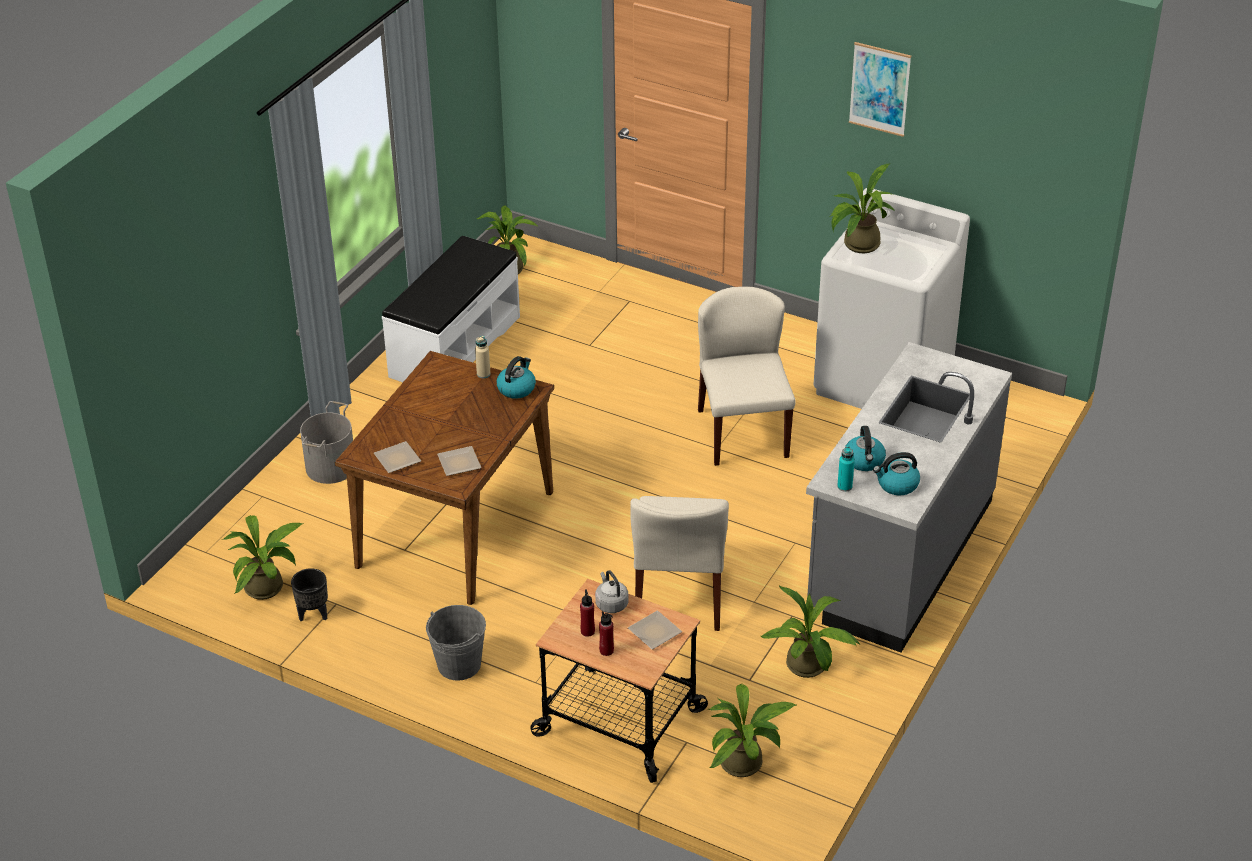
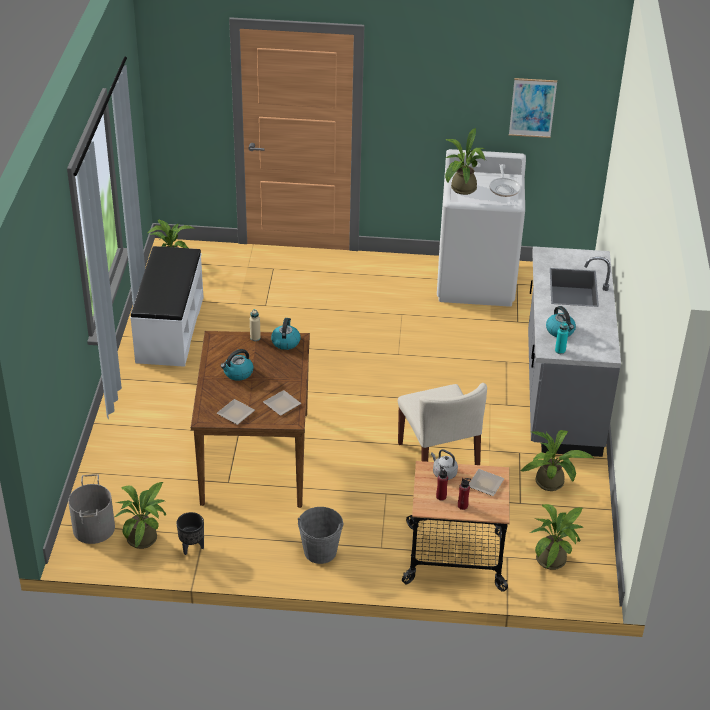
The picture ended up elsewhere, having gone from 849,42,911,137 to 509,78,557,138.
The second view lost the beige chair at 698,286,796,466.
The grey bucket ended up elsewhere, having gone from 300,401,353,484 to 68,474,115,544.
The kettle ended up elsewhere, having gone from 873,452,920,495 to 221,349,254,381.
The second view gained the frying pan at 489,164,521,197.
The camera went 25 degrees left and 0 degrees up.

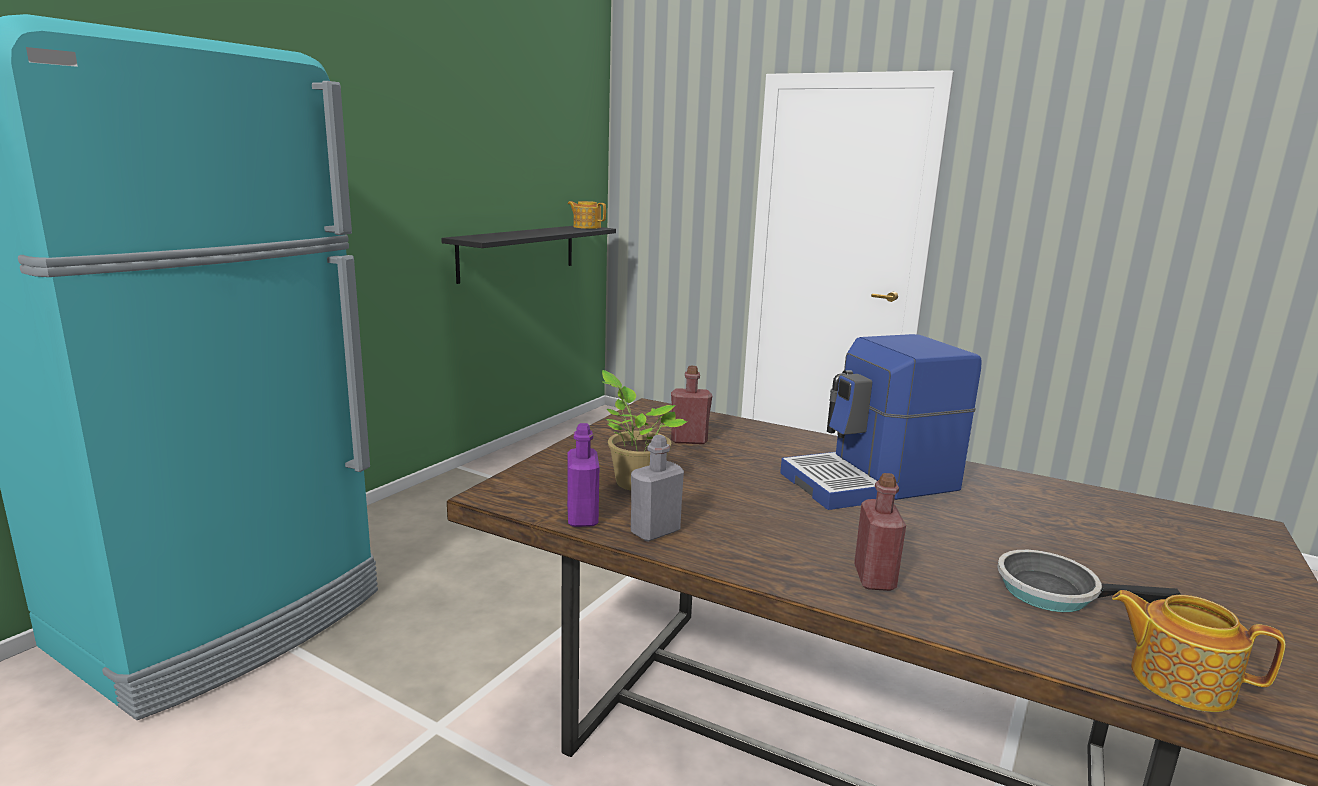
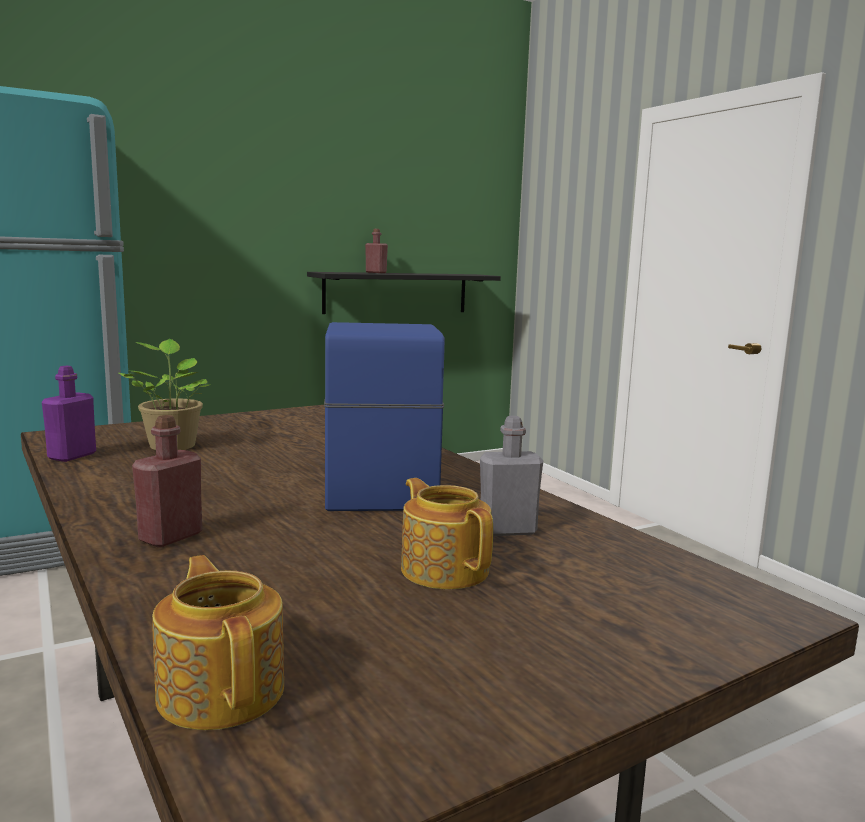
The teapot ended up elsewhere, having gone from 568,201,606,229 to 401,478,493,589.
The coffee machine at 780,334,982,510 ended up facing another way, 75 degrees clockwise from before.
The red bottle ended up elsewhere, having gone from 671,366,712,444 to 365,229,388,273.
The grey bottle ended up elsewhere, having gone from 631,435,684,542 to 480,416,543,536.
The second view lost the frying pan at 997,550,1181,612.
The camera went 30 degrees right and 5 degrees down.

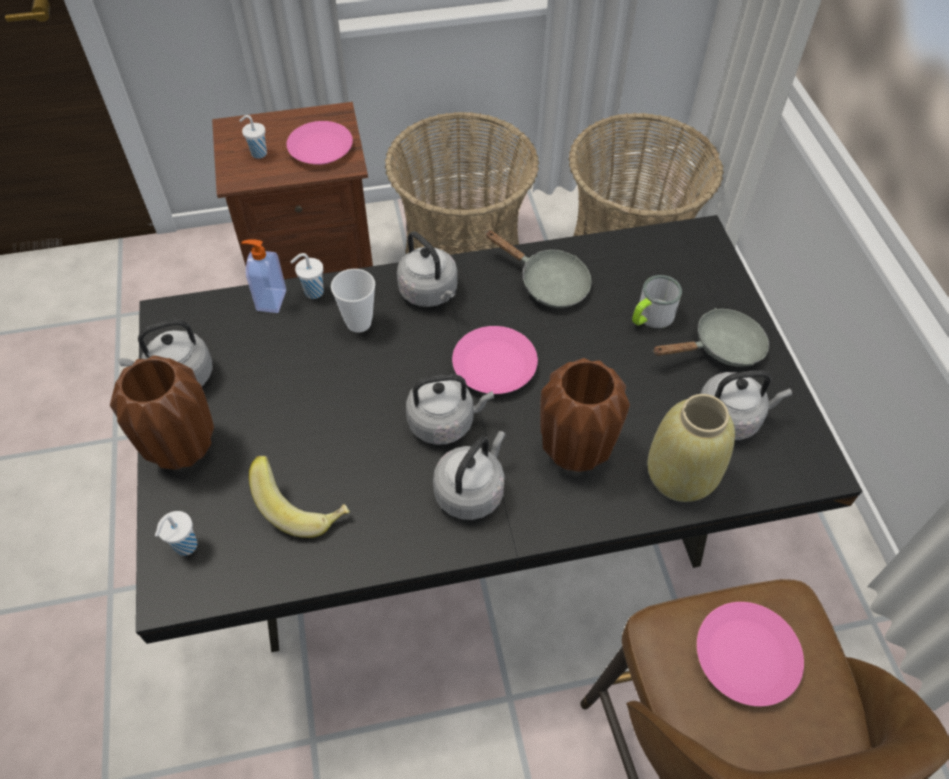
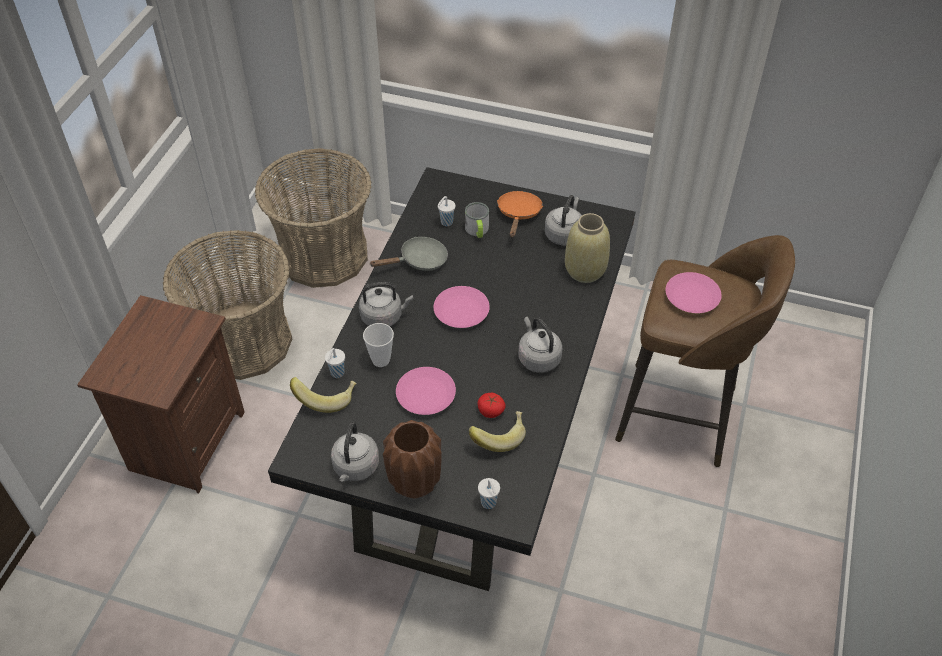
The white cup ended up elsewhere, having gone from 239,115,267,159 to 438,196,455,226.
The pink plate ended up elsewhere, having gone from 287,121,353,165 to 396,367,456,415.
Where the soap dispenser stood at 241,240,286,313, the banana came to stand at 290,377,357,413.
What was the grey frying pan at 653,308,769,367 turned into the orange frying pan at 497,191,543,238.
The second view lost the brown vase at 540,358,630,472.
The second view lost the grey kettle at 406,374,494,445.
The second view gained the tomato at 478,393,506,418.
The camera went 60 degrees left and 5 degrees down.

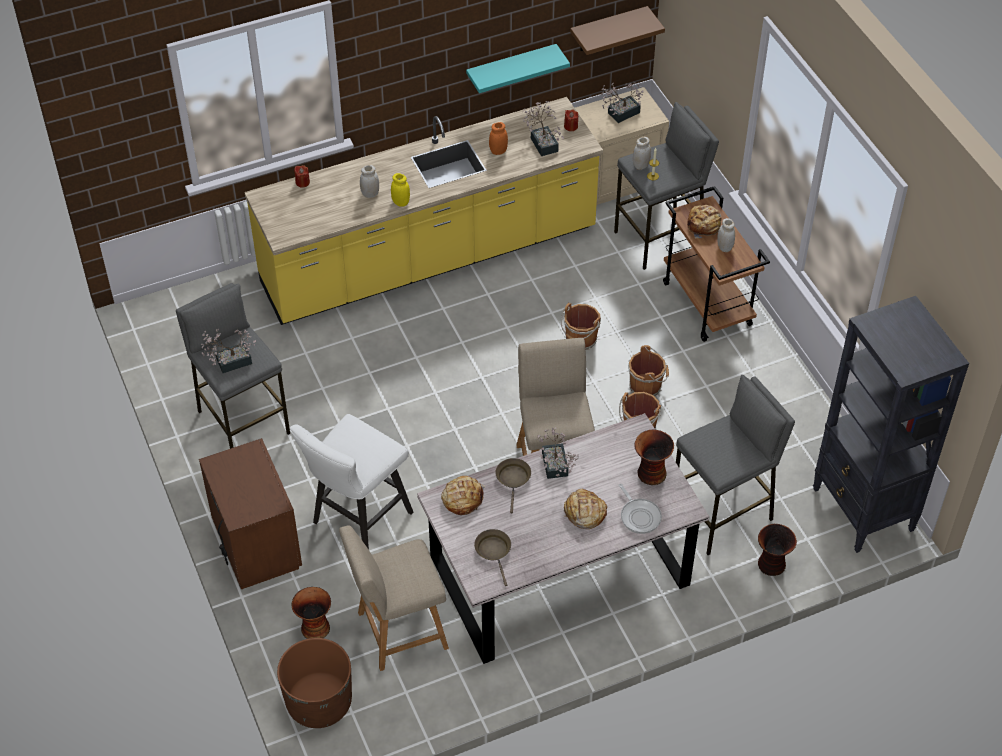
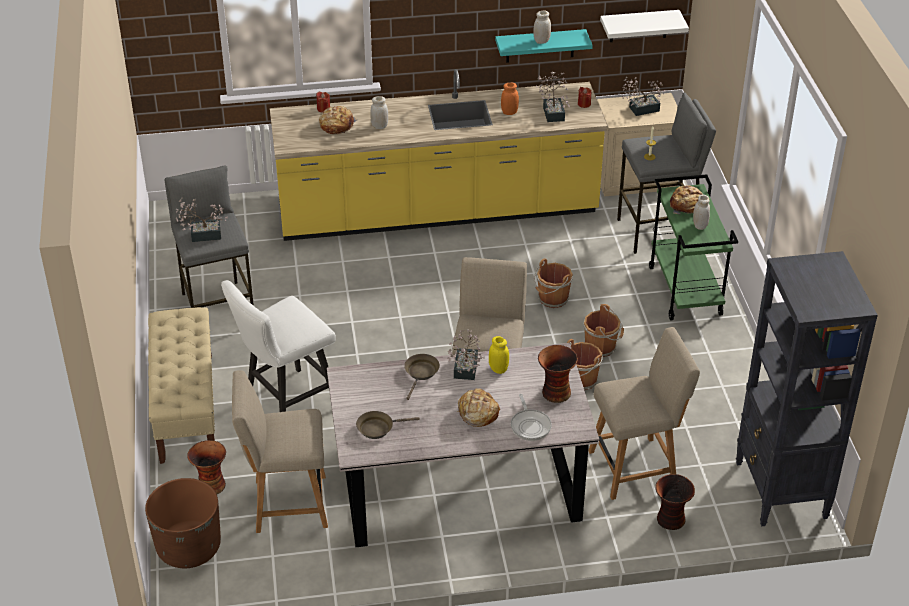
What was the brown shelf at 570,6,665,55 turned into the white shelf at 600,10,689,42.
The white jar ended up elsewhere, having gone from 633,137,651,170 to 533,11,551,44.
The yellow jar ended up elsewhere, having gone from 391,173,410,207 to 489,336,509,374.
What was the brown cart at 663,186,770,342 turned into the green cart at 649,174,738,320.
Where the grey stool stood at 676,375,795,555, the beige chair came to stand at 588,327,700,500.
Where the brown nightstand stood at 199,438,302,589, the beige bench came to stand at 148,307,215,464.
The bread ended up elsewhere, having gone from 441,476,485,515 to 319,106,358,134.
The brown frying pan at 474,529,511,586 ended up facing another way, 105 degrees counterclockwise from before.
The camera went 15 degrees right and 10 degrees down.

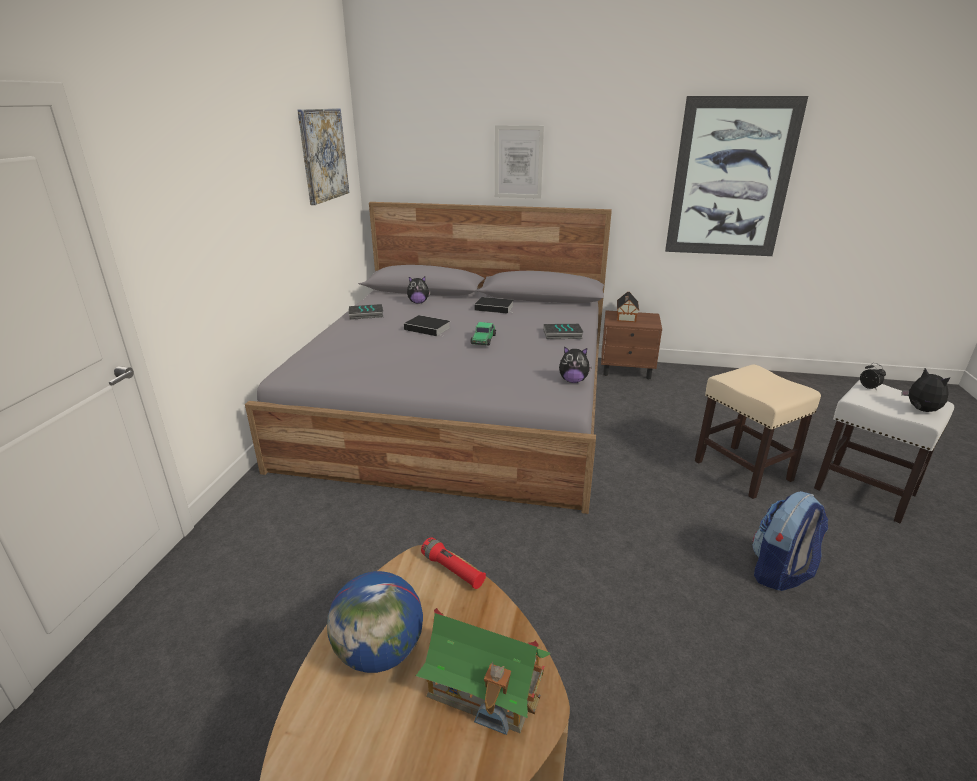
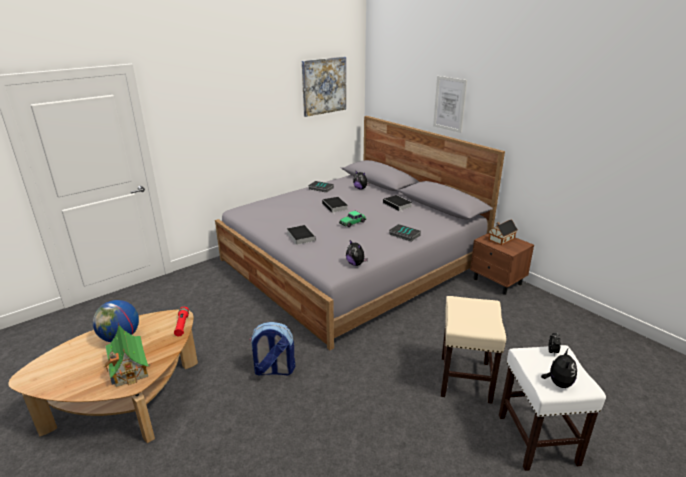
The second view lost the picture at 665,96,808,256.
The backpack ended up elsewhere, having gone from 752,491,828,591 to 249,322,295,375.
The second view gained the book at 287,225,315,245.
The camera went 40 degrees right and 0 degrees up.

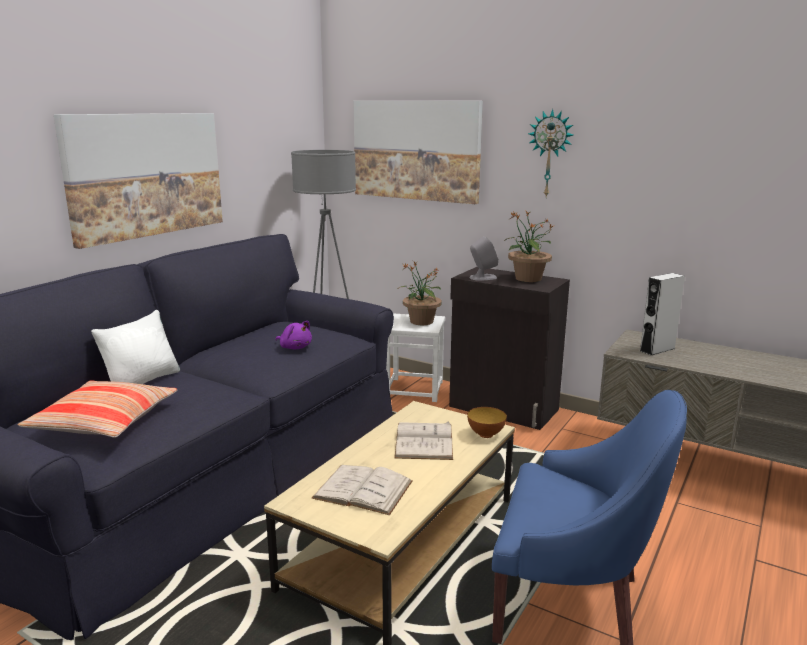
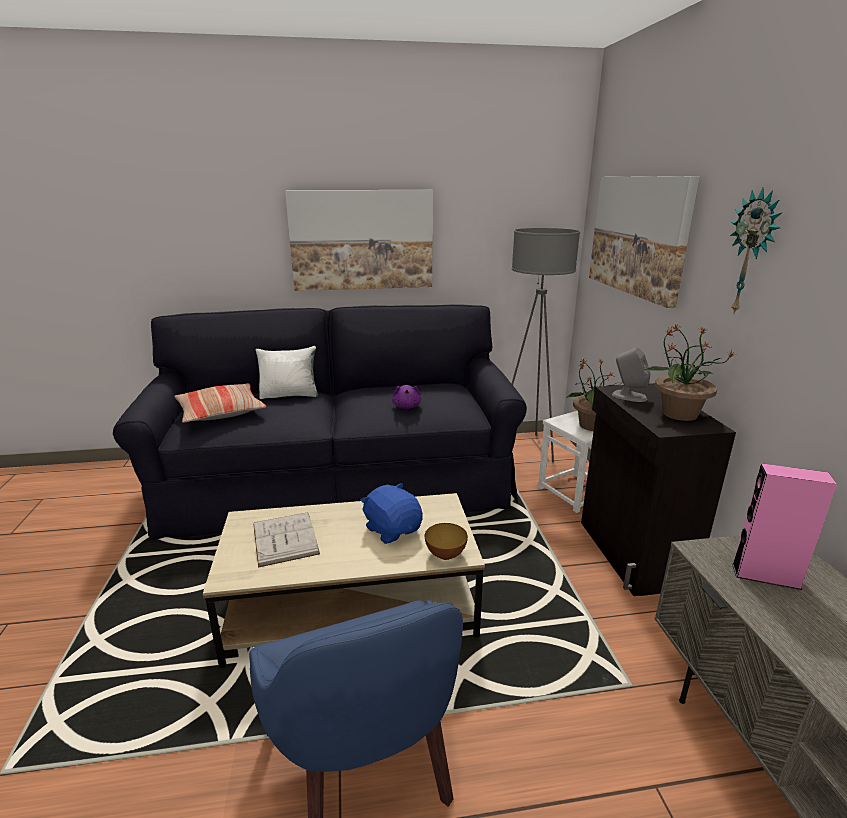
What was the grey speaker at 640,273,685,355 turned into the pink speaker at 732,463,837,590.
Where the white book stood at 394,421,453,460, the blue plush toy came to stand at 360,483,423,544.
The camera went 50 degrees right and 5 degrees up.

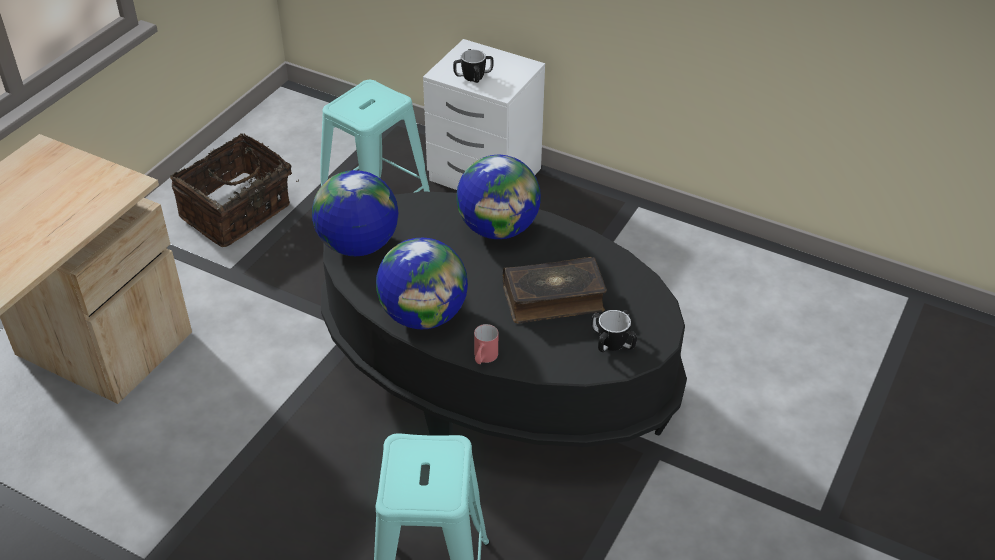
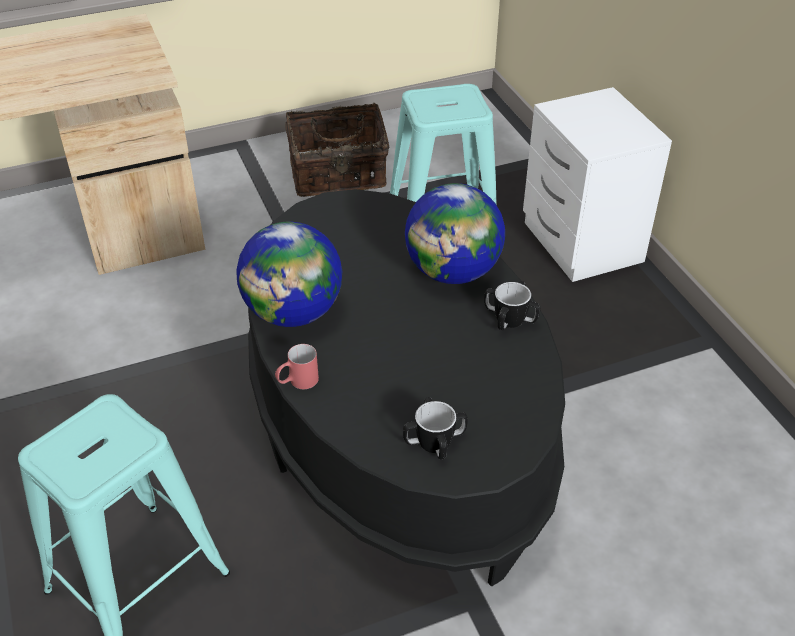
The mug ended up elsewhere, having gone from 453,49,493,83 to 484,281,540,330.
The second view lost the globe at 312,170,398,256.
The second view lost the book at 503,257,607,324.
The camera went 40 degrees right and 0 degrees up.

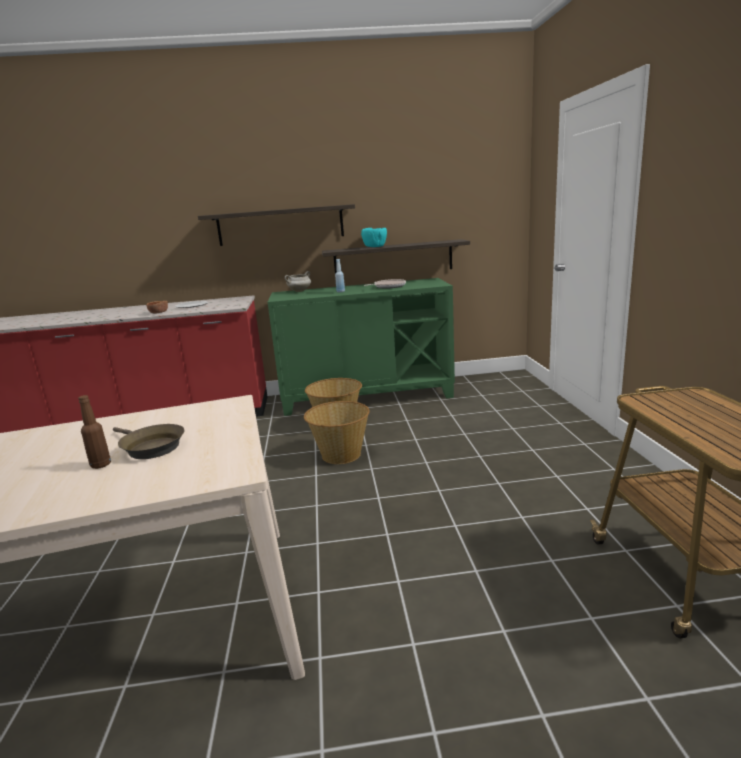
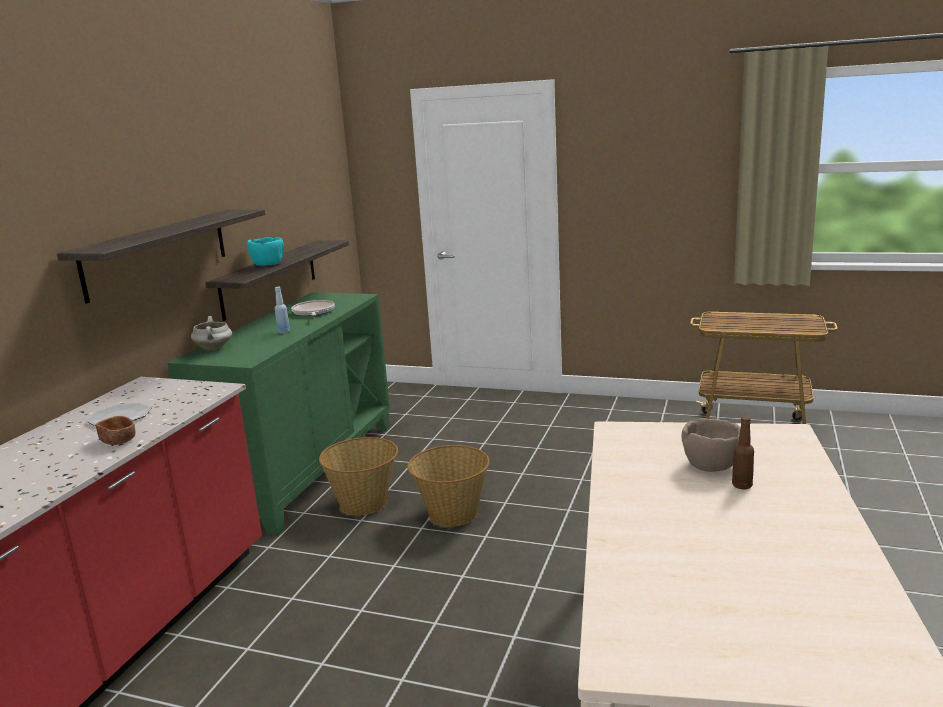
Where the brown frying pan stood at 113,424,185,459, the brown bowl came to stand at 682,418,740,472.
The camera went 65 degrees left and 0 degrees up.

